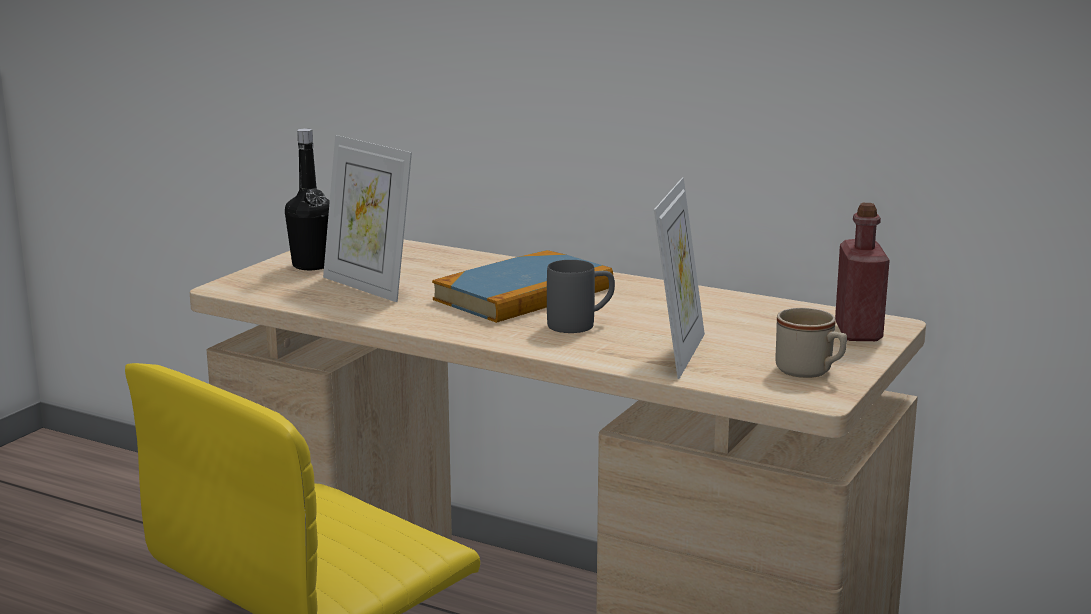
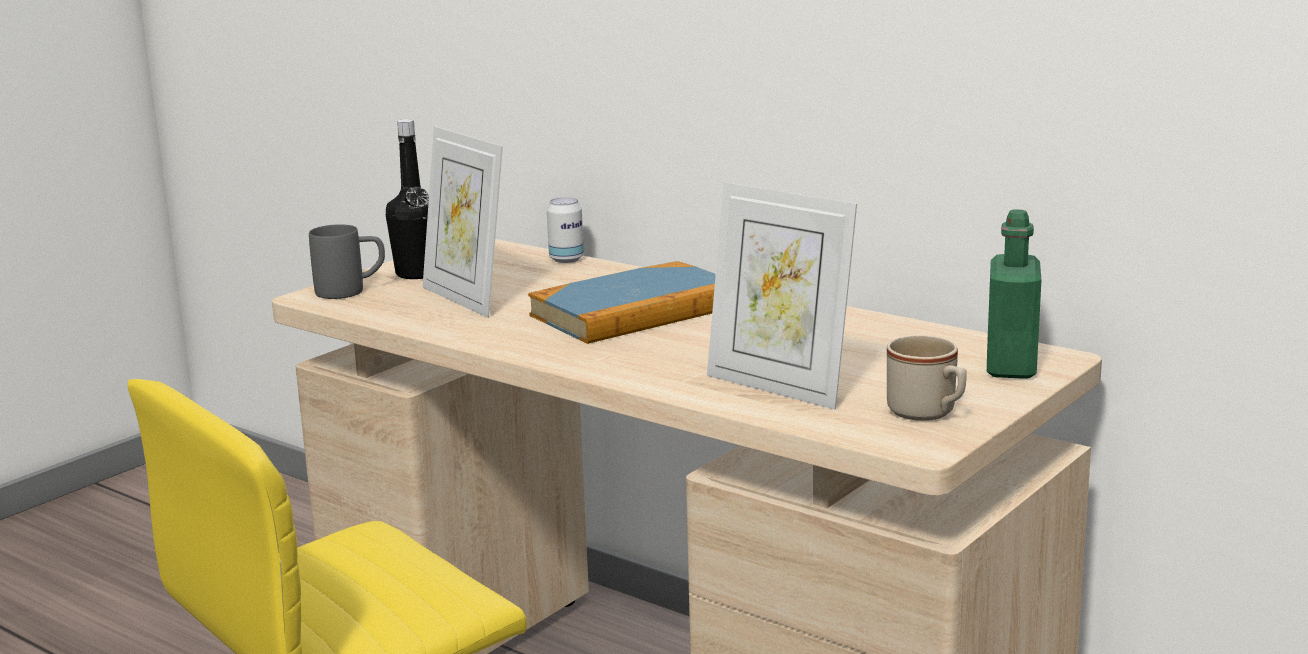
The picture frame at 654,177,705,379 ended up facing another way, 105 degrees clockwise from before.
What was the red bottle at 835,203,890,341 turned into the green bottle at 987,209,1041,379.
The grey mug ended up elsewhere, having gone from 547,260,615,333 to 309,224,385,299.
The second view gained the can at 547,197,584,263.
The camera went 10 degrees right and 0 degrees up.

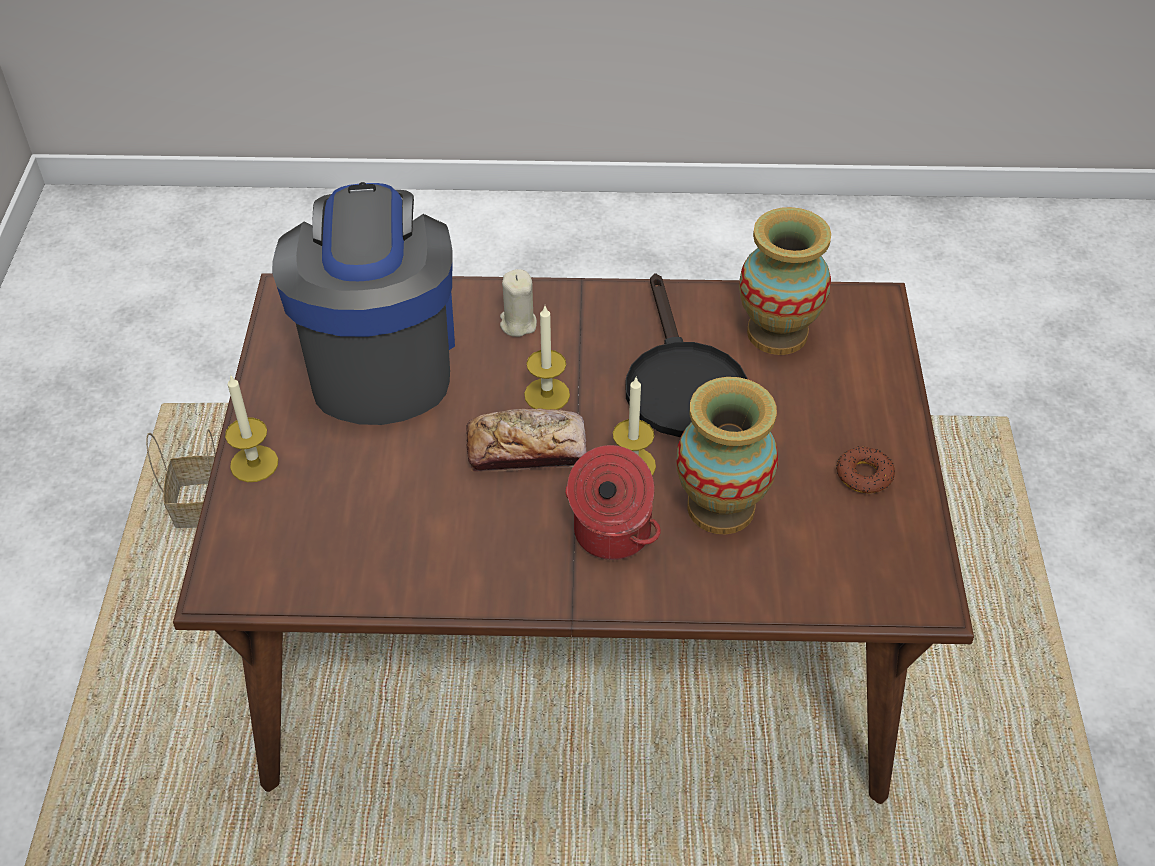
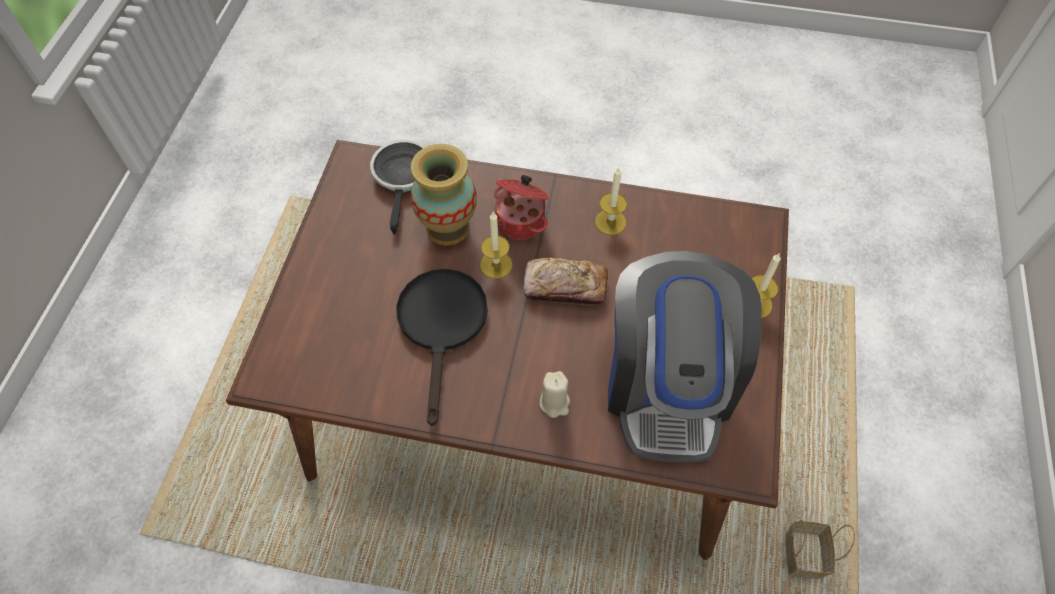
The second view lost the vase at 739,207,831,355.
The candle ended up elsewhere, having gone from 524,306,570,410 to 595,167,627,235.
The second view lost the donut at 836,446,895,493.
The second view gained the frying pan at 370,140,425,235.
The camera went 170 degrees left and 10 degrees up.

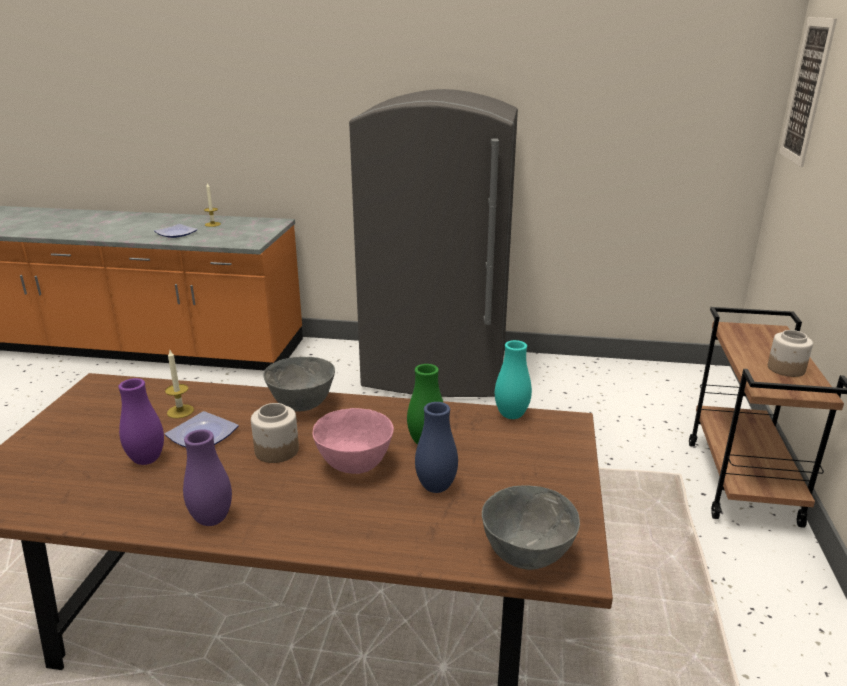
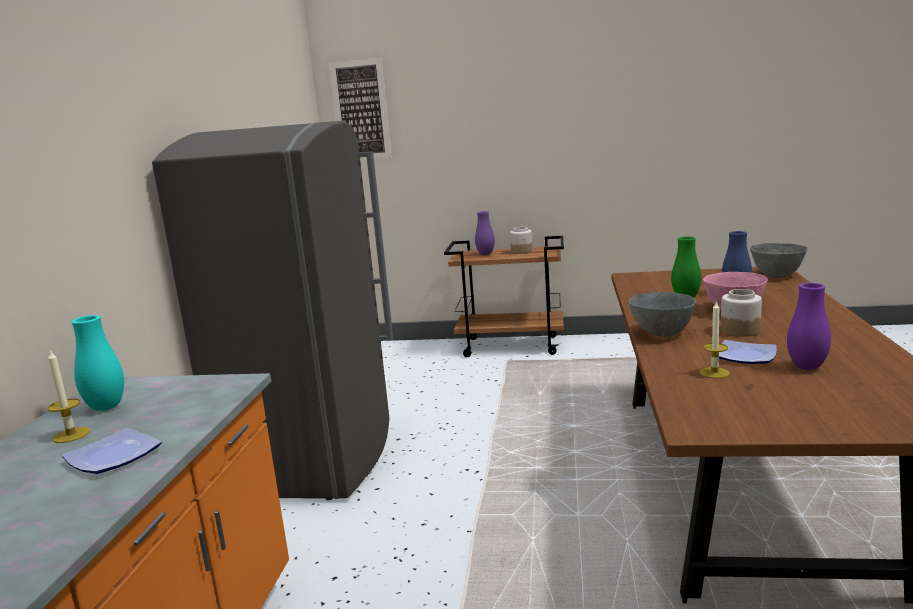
The turquoise vase ended up elsewhere, having gone from 495,340,532,419 to 72,315,124,411.
The purple vase ended up elsewhere, having gone from 183,429,232,526 to 475,211,495,255.
The camera went 90 degrees left and 10 degrees down.

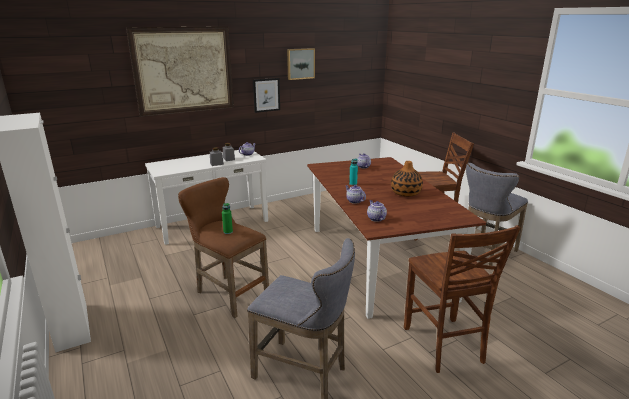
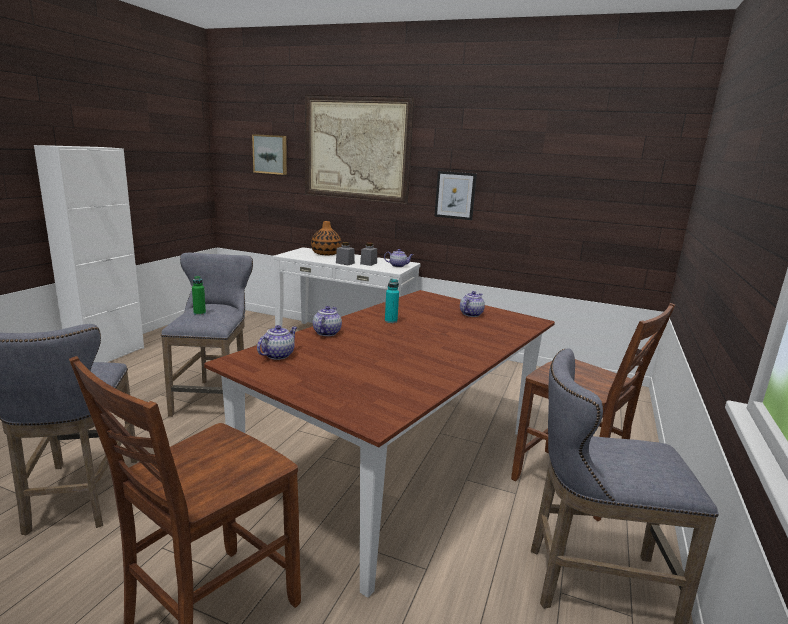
The picture ended up elsewhere, having gone from 287,48,315,80 to 252,134,287,175.
The vase ended up elsewhere, having gone from 391,161,423,197 to 311,221,342,255.
What was the brown stool at 178,177,269,318 turned into the grey stool at 161,253,253,417.
The camera went 50 degrees right and 5 degrees down.

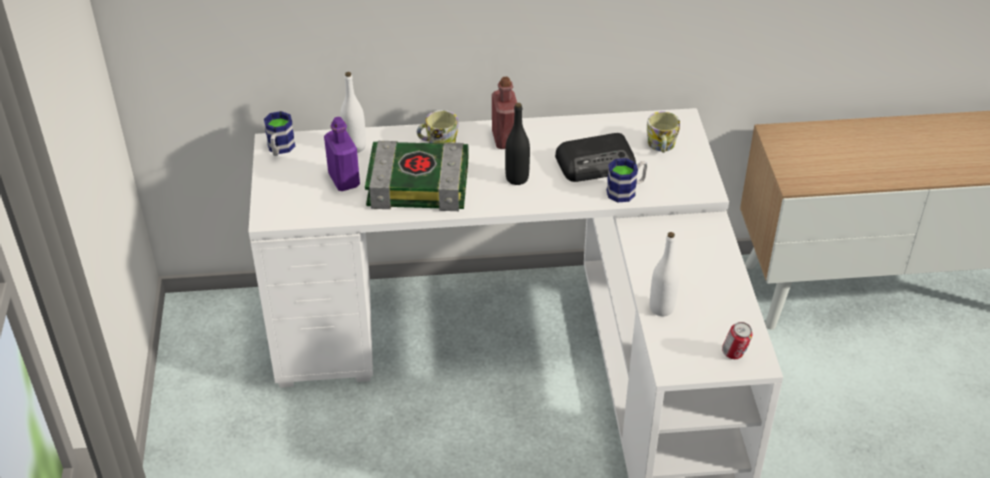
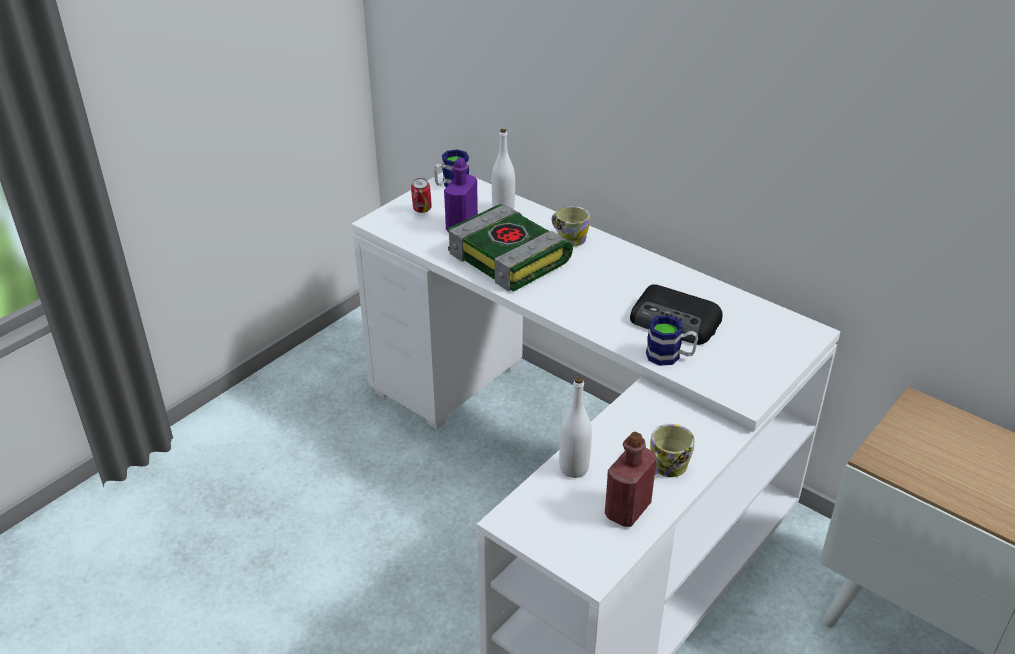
The red bottle ended up elsewhere, having gone from 492,77,517,149 to 605,431,657,527.
The second view lost the black bottle at 505,103,530,185.
The mug ended up elsewhere, having gone from 647,112,680,153 to 650,424,694,477.
The can ended up elsewhere, having gone from 722,322,753,359 to 411,178,432,213.
The camera went 45 degrees right and 5 degrees down.

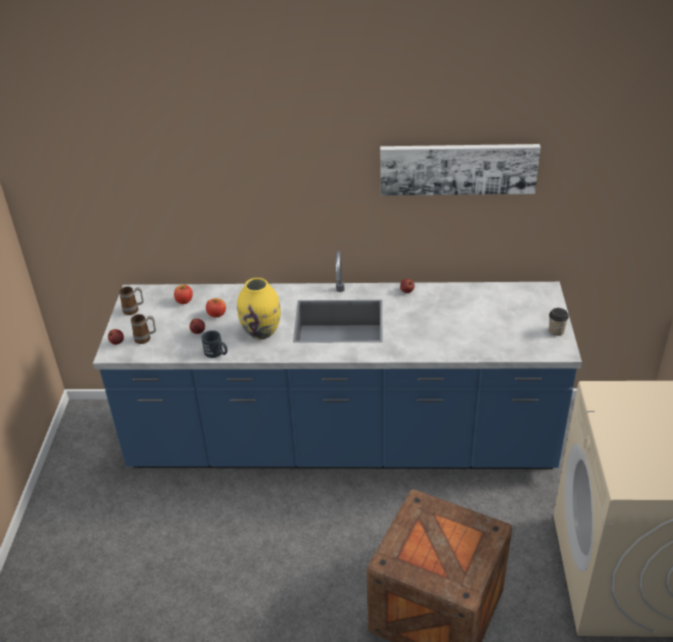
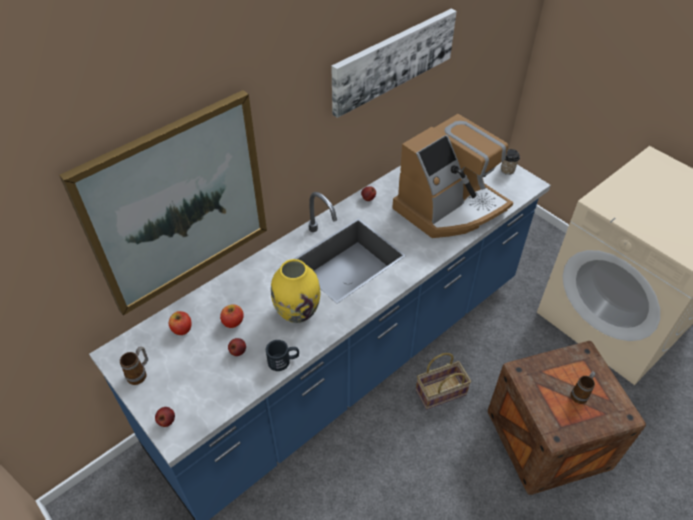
The mug ended up elsewhere, having gone from 131,314,156,344 to 571,371,596,404.
The second view gained the picture at 59,90,267,315.
The second view gained the coffee machine at 392,114,513,238.
The second view gained the basket at 416,353,471,410.
The camera went 45 degrees left and 10 degrees up.

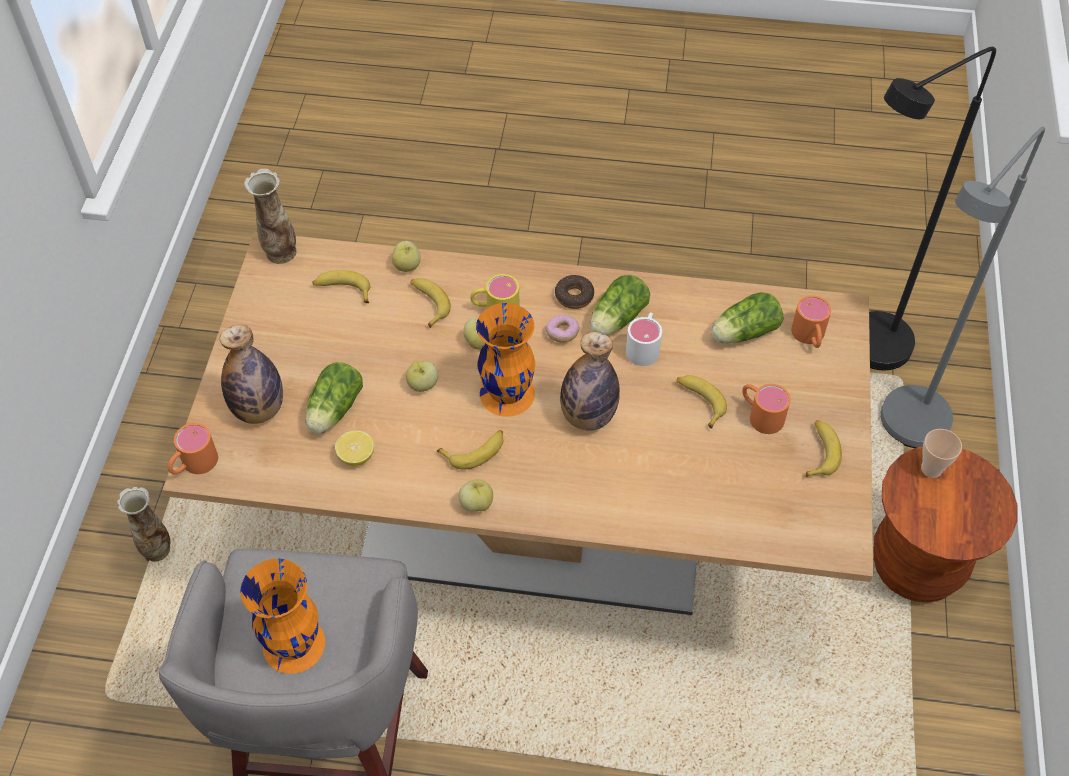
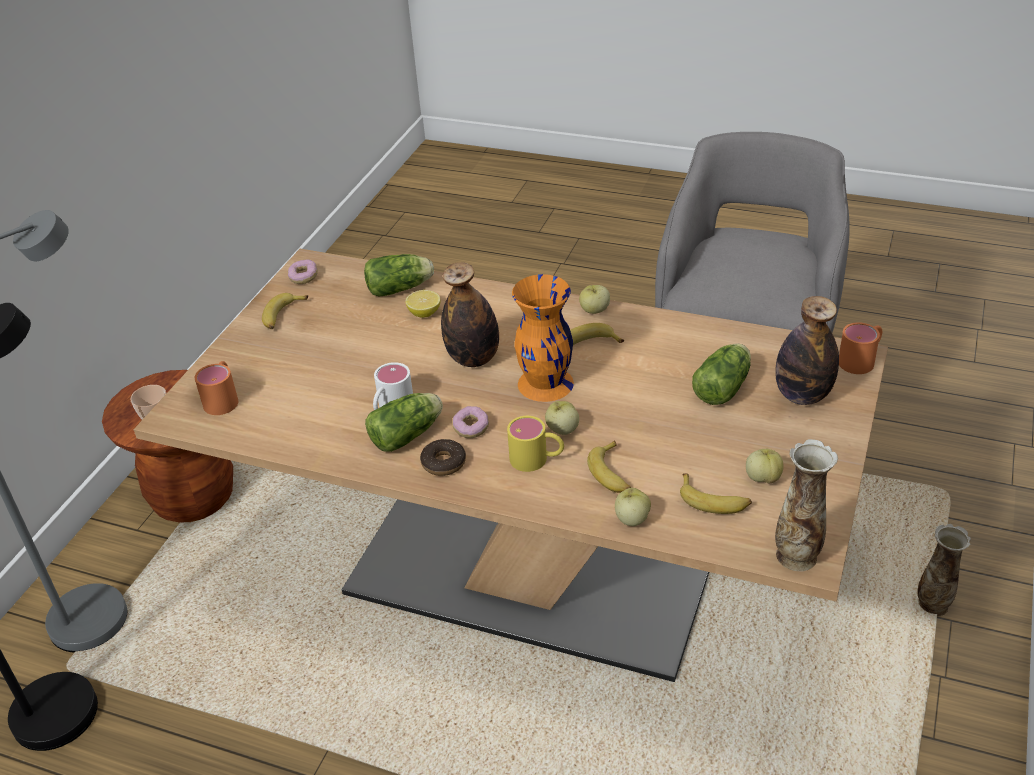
The lettuce ended up elsewhere, having gone from 711,292,783,343 to 364,254,434,297.
The apple ended up elsewhere, having gone from 406,361,438,392 to 746,449,784,483.
The second view lost the banana at 677,375,727,429.
The second view lost the orange mug at 742,384,791,434.
The lemon ended up elsewhere, having gone from 335,430,374,466 to 405,290,440,318.
The second view lost the orange vase at 240,558,325,674.
The second view gained the donut at 288,259,318,284.
The camera went 165 degrees left and 15 degrees down.

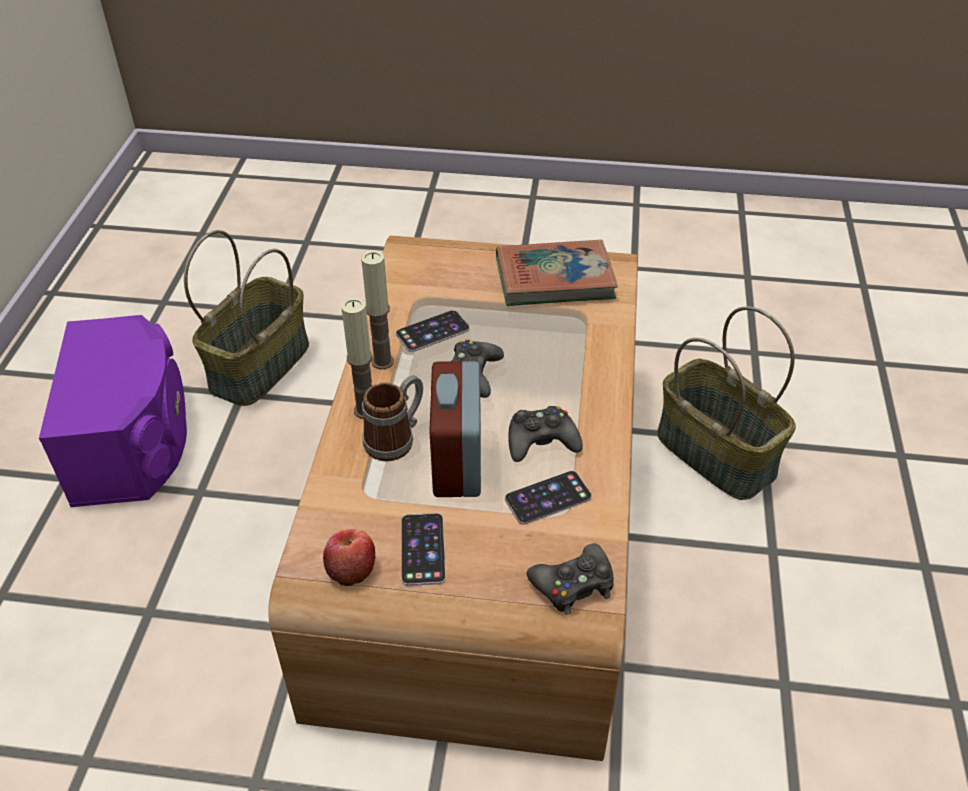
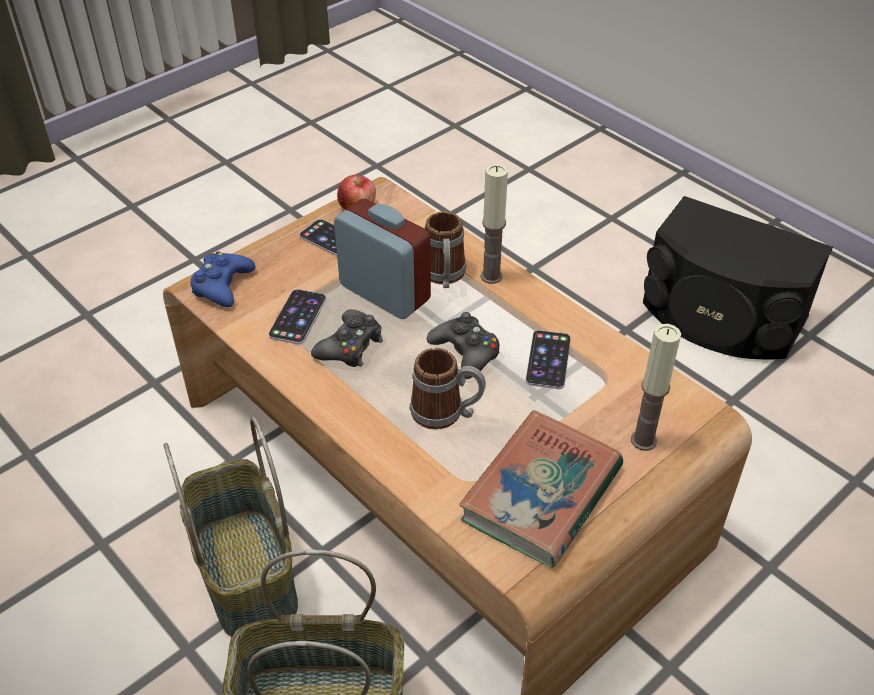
The basket ended up elsewhere, having gone from 184,230,309,406 to 163,417,298,637.
The candle ended up elsewhere, having gone from 361,251,394,370 to 631,324,681,451.
What was the purple speaker at 39,315,187,507 turned into the black speaker at 643,196,833,359.
What was the black game controller at 527,543,614,615 turned into the blue game controller at 191,251,256,307.
The second view gained the mug at 409,348,486,430.
The camera went 130 degrees right and 0 degrees up.

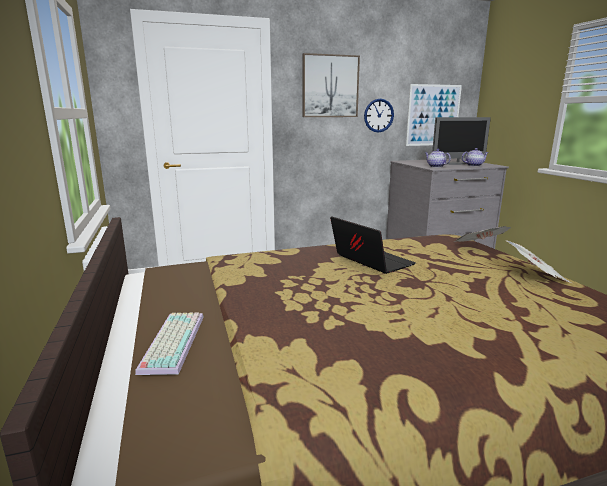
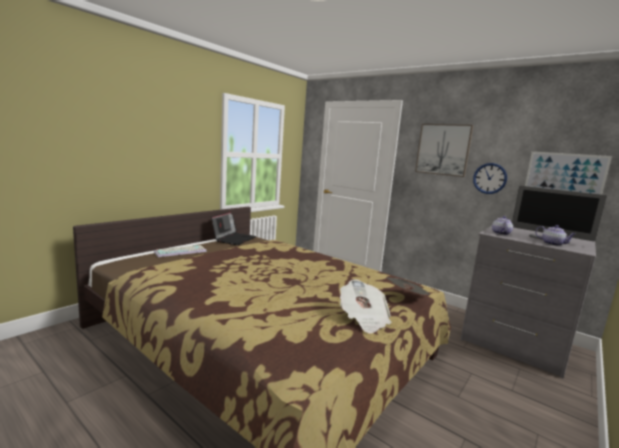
The laptop ended up elsewhere, having gone from 330,216,416,274 to 211,212,256,245.
The camera went 55 degrees right and 5 degrees down.

